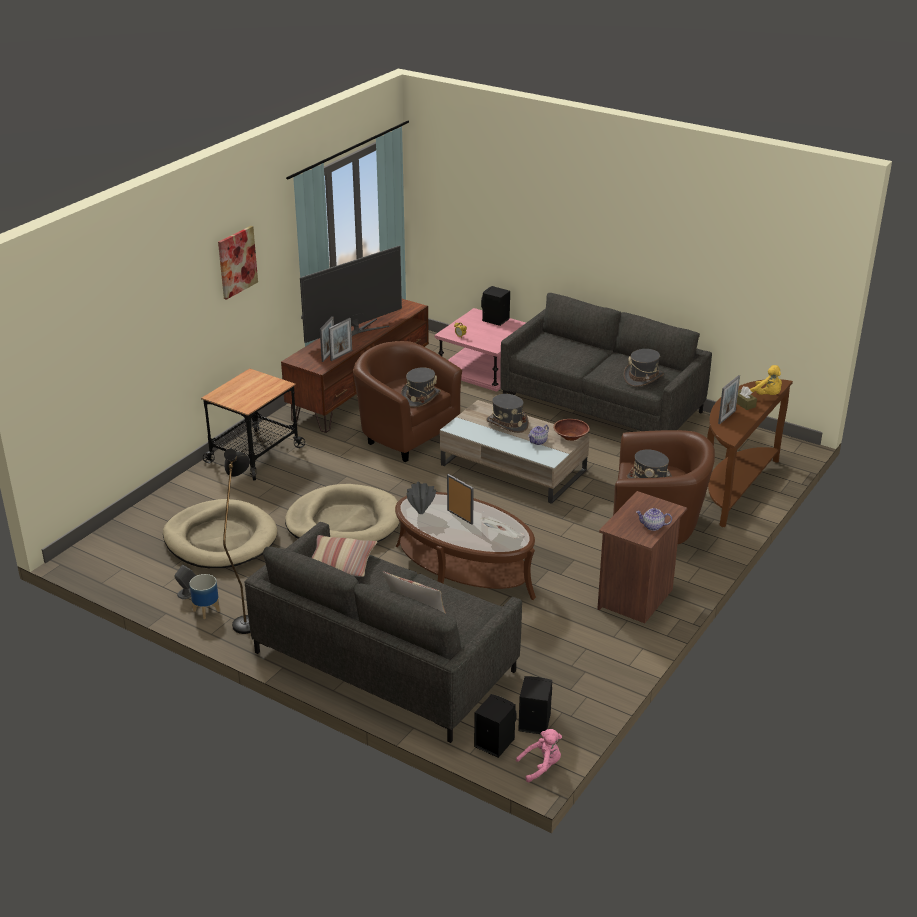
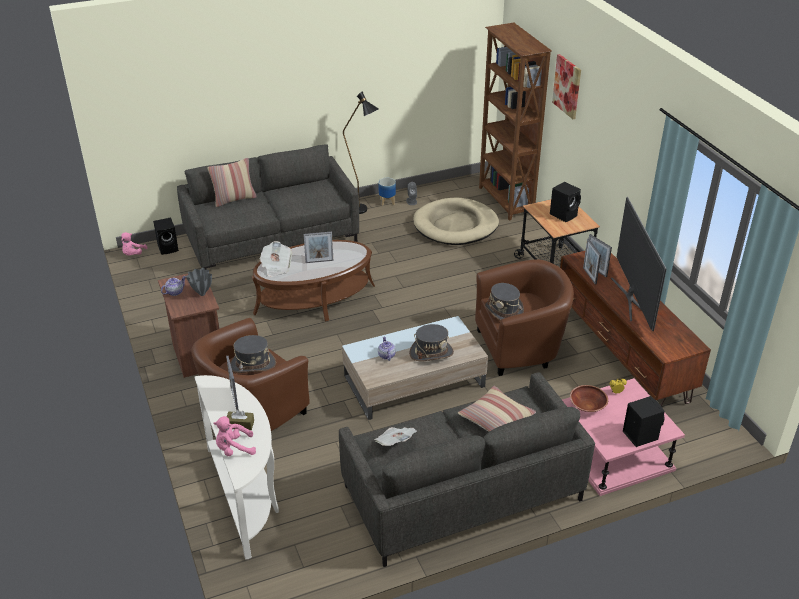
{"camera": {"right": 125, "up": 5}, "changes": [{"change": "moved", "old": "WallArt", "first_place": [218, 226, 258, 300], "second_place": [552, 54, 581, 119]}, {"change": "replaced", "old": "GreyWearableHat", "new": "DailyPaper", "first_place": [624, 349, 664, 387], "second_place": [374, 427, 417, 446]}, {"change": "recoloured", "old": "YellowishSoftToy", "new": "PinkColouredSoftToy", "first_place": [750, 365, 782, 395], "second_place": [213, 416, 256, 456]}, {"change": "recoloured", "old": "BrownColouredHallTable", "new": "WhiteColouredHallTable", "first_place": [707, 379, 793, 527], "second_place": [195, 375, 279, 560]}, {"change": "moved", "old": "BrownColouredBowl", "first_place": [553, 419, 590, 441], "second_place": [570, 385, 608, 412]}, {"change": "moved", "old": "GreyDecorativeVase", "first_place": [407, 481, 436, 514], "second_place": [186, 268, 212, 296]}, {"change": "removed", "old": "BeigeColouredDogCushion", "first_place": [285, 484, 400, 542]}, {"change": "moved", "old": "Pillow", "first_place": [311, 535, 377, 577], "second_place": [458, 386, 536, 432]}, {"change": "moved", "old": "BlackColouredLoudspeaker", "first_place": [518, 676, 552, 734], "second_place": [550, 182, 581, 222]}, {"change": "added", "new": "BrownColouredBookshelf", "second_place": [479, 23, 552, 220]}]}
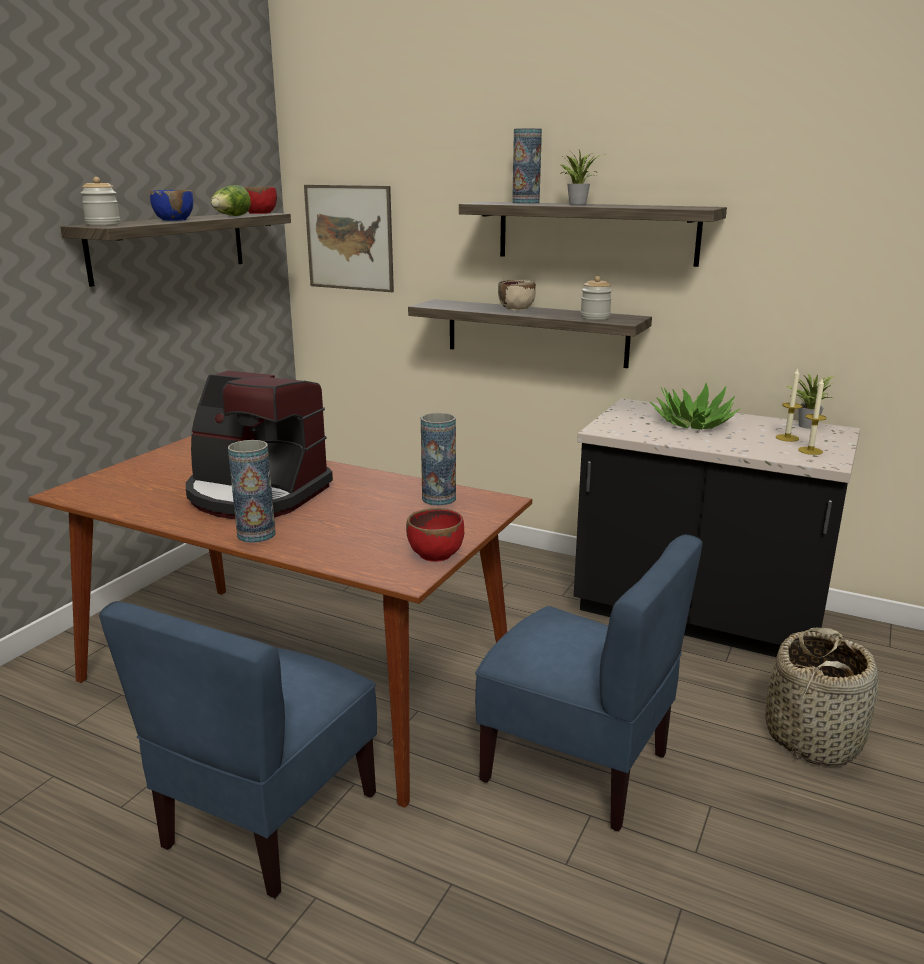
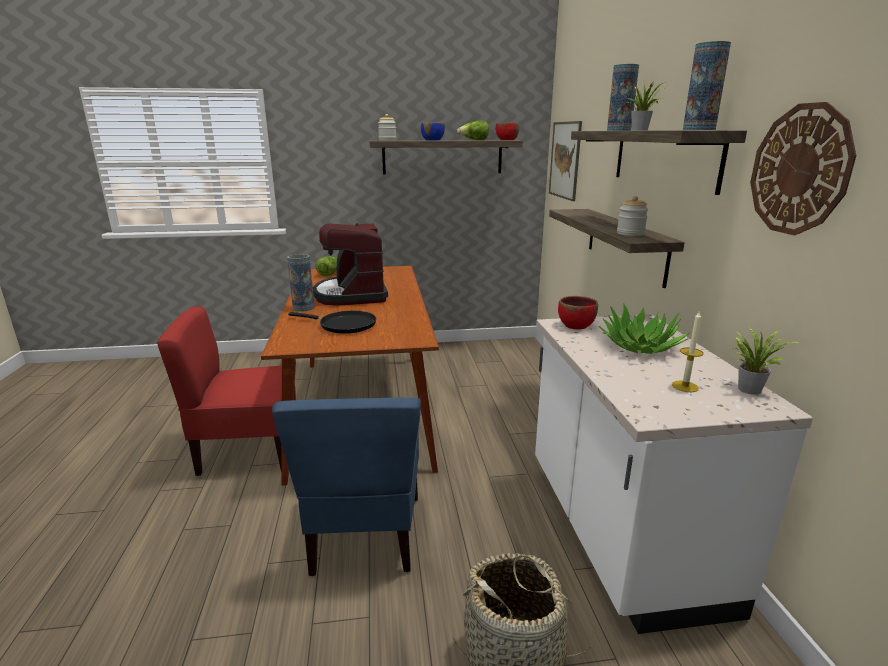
{"camera": {"right": 55, "up": 0}, "changes": [{"change": "removed", "old": "BeigeColouredBowl", "first_place": [498, 280, 536, 311]}, {"change": "removed", "old": "Candle", "first_place": [798, 377, 827, 455]}, {"change": "recoloured", "old": "BlackColouredCounter", "new": "WhiteColouredCounter", "first_place": [574, 399, 860, 657], "second_place": [535, 314, 813, 634]}, {"change": "moved", "old": "DecorativeVase", "first_place": [421, 413, 456, 506], "second_place": [683, 41, 731, 130]}, {"change": "moved", "old": "RedBowl", "first_place": [406, 508, 464, 562], "second_place": [558, 296, 598, 330]}, {"change": "recoloured", "old": "BlueColouredPlainChair", "new": "RedPlainChair", "first_place": [99, 601, 377, 898], "second_place": [157, 306, 296, 476]}, {"change": "added", "new": "WallClock", "second_place": [750, 102, 856, 235]}, {"change": "added", "new": "LettuceHead", "second_place": [315, 256, 337, 276]}, {"change": "added", "new": "BlackColouredFryingPan", "second_place": [289, 311, 376, 334]}]}
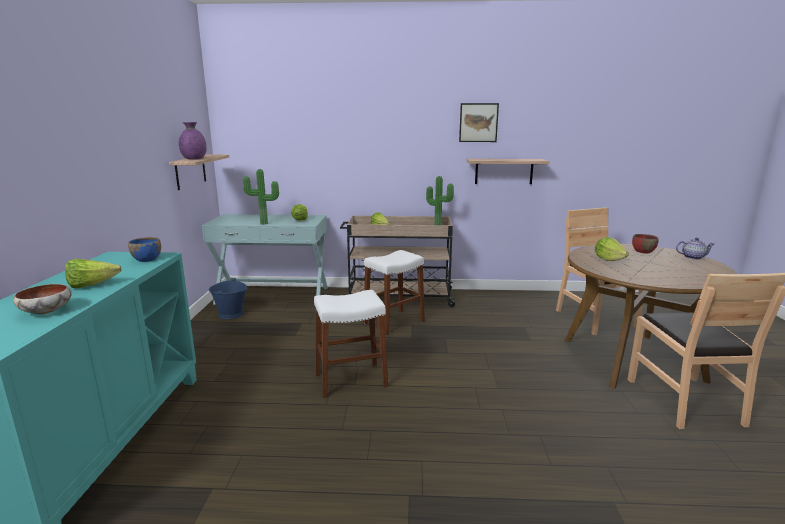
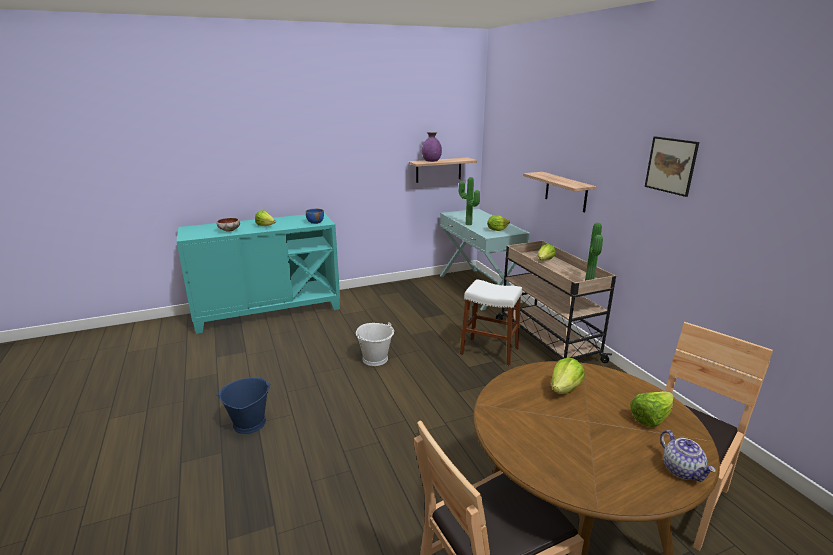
{"camera": {"right": 65, "up": 5}, "changes": [{"change": "moved", "old": "WallShelf", "first_place": [467, 159, 549, 184], "second_place": [523, 172, 596, 212]}, {"change": "replaced", "old": "RedBowl", "new": "LettuceHead", "first_place": [632, 234, 658, 253], "second_place": [630, 391, 673, 427]}, {"change": "moved", "old": "BlueColouredBucket", "first_place": [209, 278, 247, 319], "second_place": [217, 378, 271, 434]}, {"change": "replaced", "old": "WhiteColouredStool", "new": "WhiteColouredBucket", "first_place": [314, 290, 388, 398], "second_place": [356, 322, 394, 366]}]}
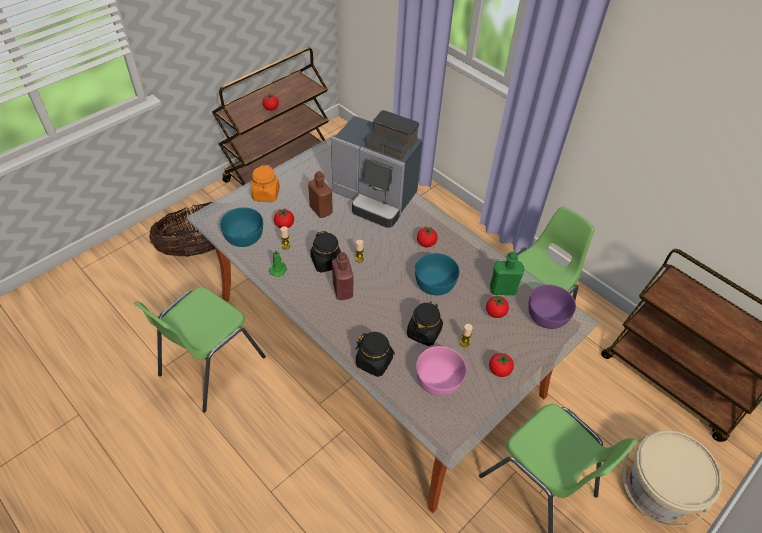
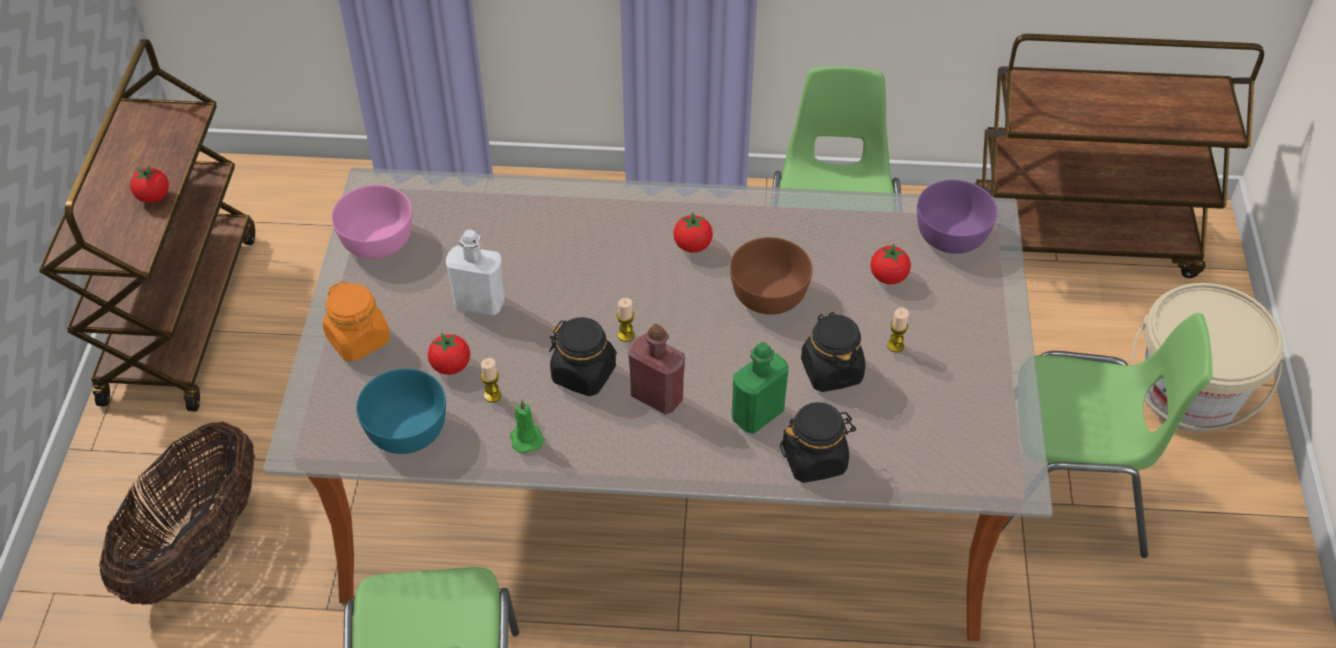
{"camera": {"right": -40, "up": 0}, "changes": [{"change": "removed", "old": "CoffeeMaker", "first_place": [331, 110, 423, 228]}, {"change": "recoloured", "old": "BrownColouredBeverageBottle", "new": "WhiteColouredBeverageBottle", "first_place": [308, 171, 333, 218], "second_place": [446, 230, 505, 316]}, {"change": "moved", "old": "GreenColouredBeverageBottle", "first_place": [490, 252, 524, 295], "second_place": [732, 342, 788, 434]}, {"change": "recoloured", "old": "TurquoiseColouredBowl", "new": "BrownColouredBowl", "first_place": [415, 253, 460, 295], "second_place": [730, 237, 812, 315]}, {"change": "moved", "old": "PinkColouredBowl", "first_place": [416, 346, 467, 396], "second_place": [331, 185, 412, 259]}, {"change": "removed", "old": "FreshTomato", "first_place": [489, 353, 514, 377]}]}
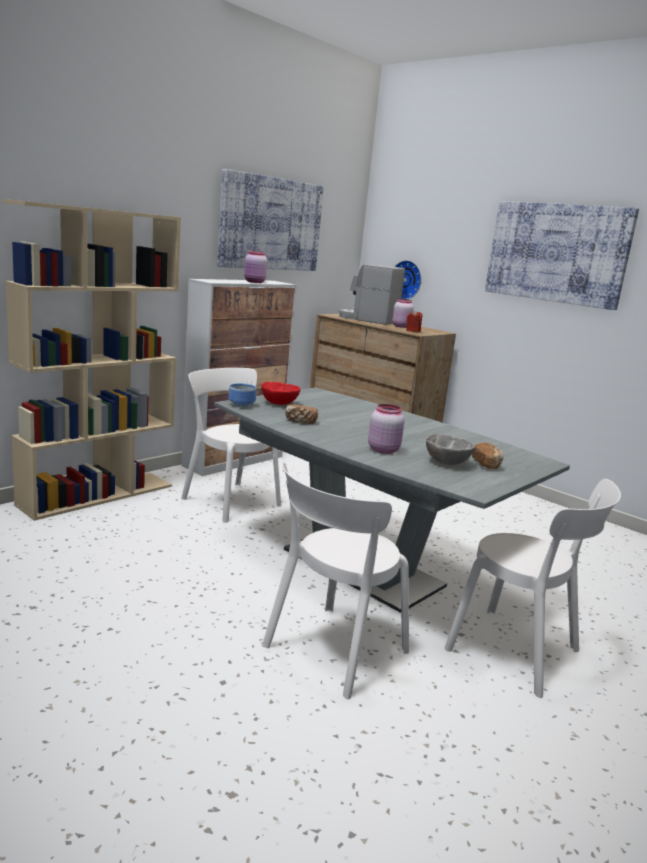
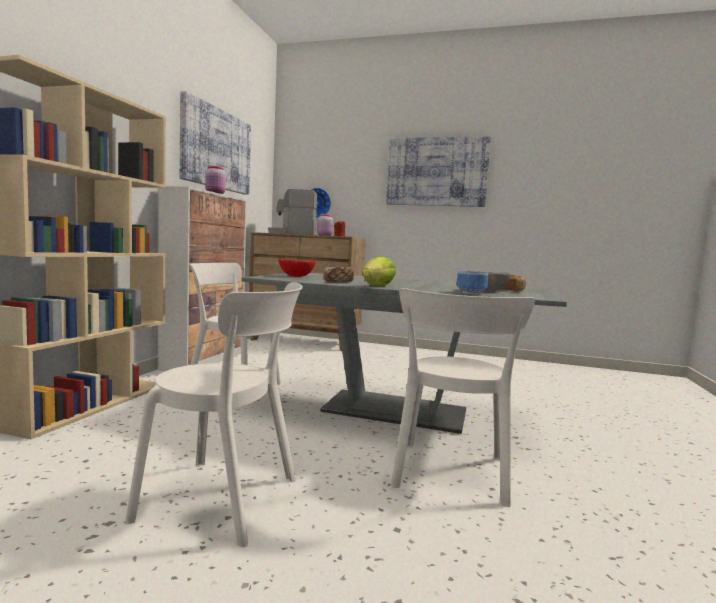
{"camera": {"right": -25, "up": -10}, "changes": [{"change": "moved", "old": "Bowl", "first_place": [228, 383, 256, 407], "second_place": [456, 271, 488, 294]}, {"change": "removed", "old": "PinkColouredStorageJar", "first_place": [368, 404, 405, 454]}, {"change": "moved", "old": "WhiteColouredPlainChair", "first_place": [445, 479, 621, 698], "second_place": [125, 282, 303, 547]}, {"change": "added", "new": "LettuceHead", "second_place": [362, 256, 396, 286]}]}
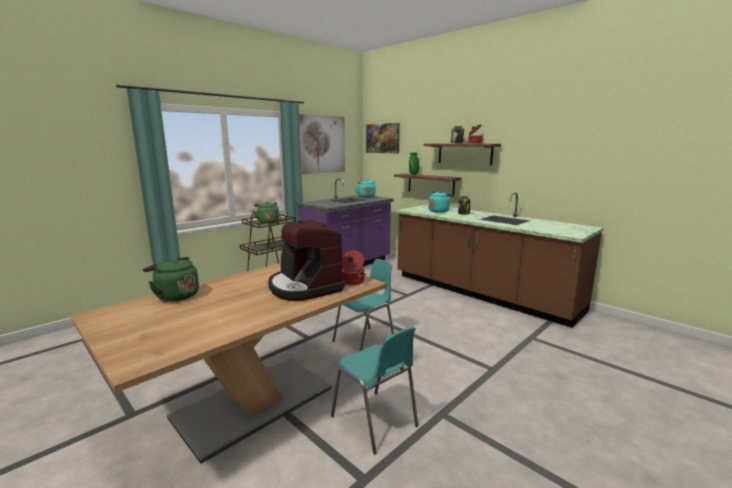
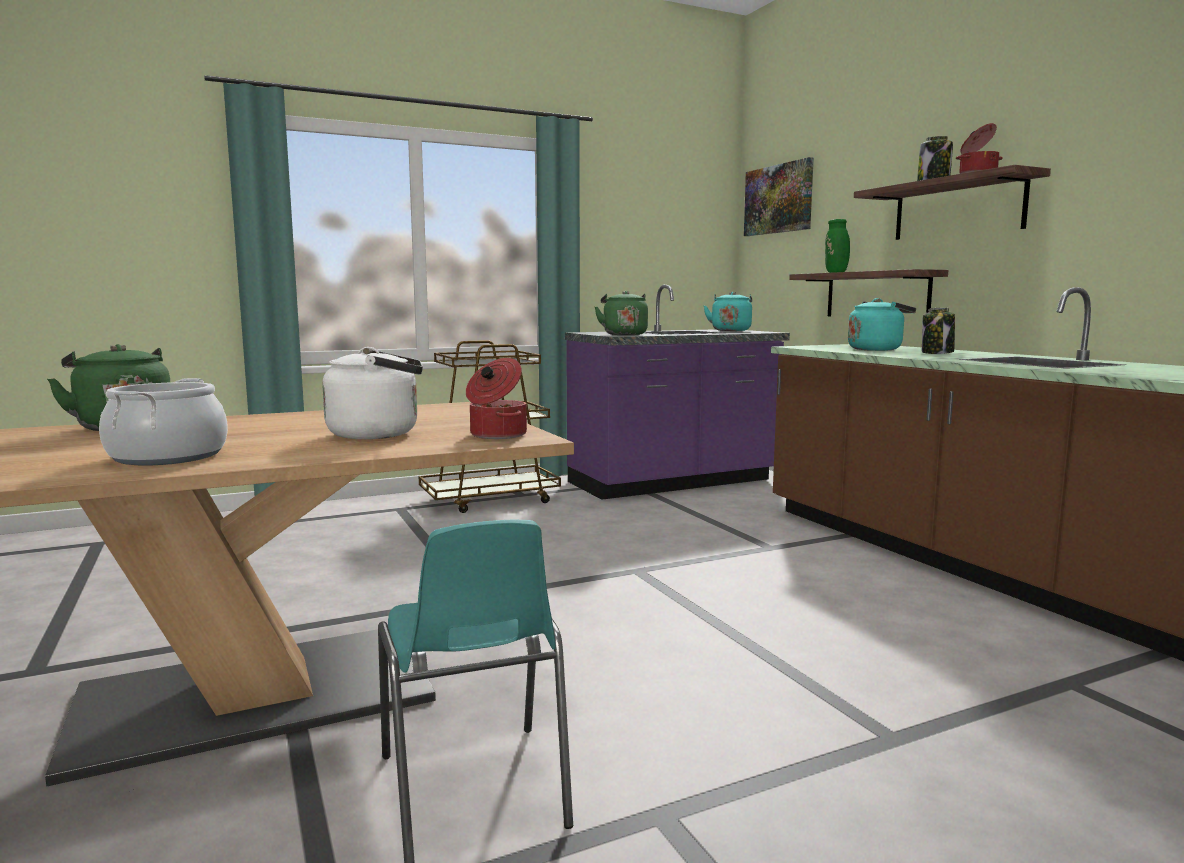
{"camera": {"right": 20, "up": -5}, "changes": [{"change": "removed", "old": "WallArt", "first_place": [299, 114, 345, 174]}, {"change": "moved", "old": "GreenColouredWaterKettle", "first_place": [252, 202, 279, 223], "second_place": [595, 291, 648, 335]}, {"change": "replaced", "old": "CoffeeMaker", "new": "WhiteColouredWaterKettle", "first_place": [268, 220, 345, 301], "second_place": [322, 347, 423, 439]}, {"change": "removed", "old": "TurquoiseColouredPlainChair", "first_place": [332, 259, 394, 351]}, {"change": "added", "new": "CookingPot", "second_place": [99, 378, 228, 466]}]}
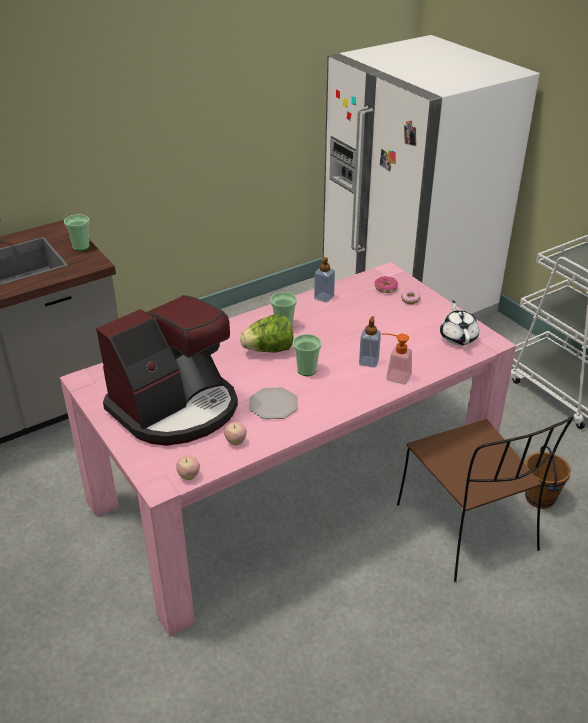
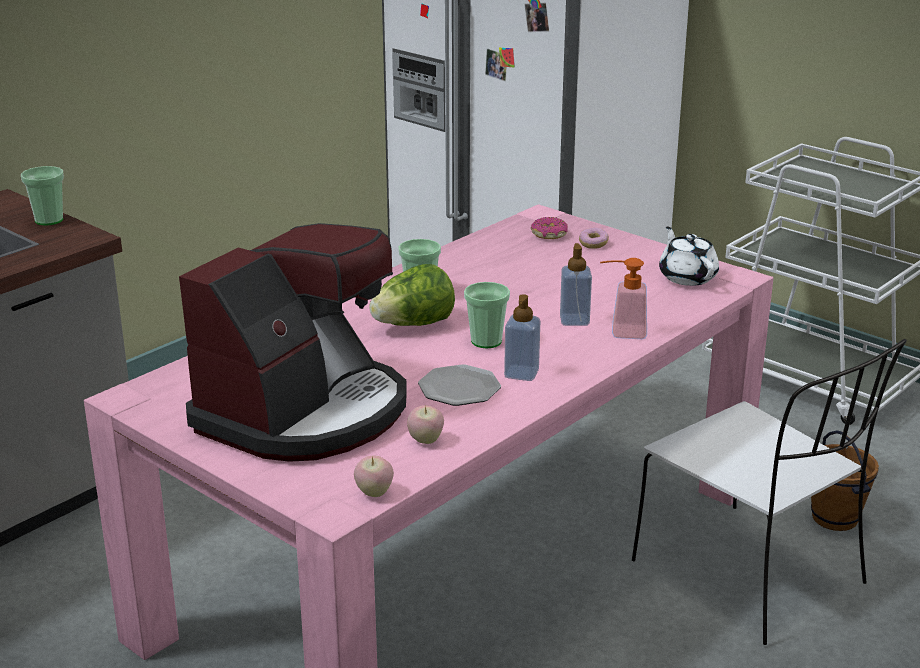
{"camera": {"right": -15, "up": -10}, "changes": [{"change": "moved", "old": "LiquidSoapBottle", "first_place": [314, 257, 335, 303], "second_place": [504, 294, 540, 381]}, {"change": "recoloured", "old": "BrownColouredPlainChair", "new": "WhiteColouredPlainChair", "first_place": [397, 417, 574, 582], "second_place": [632, 339, 907, 645]}]}
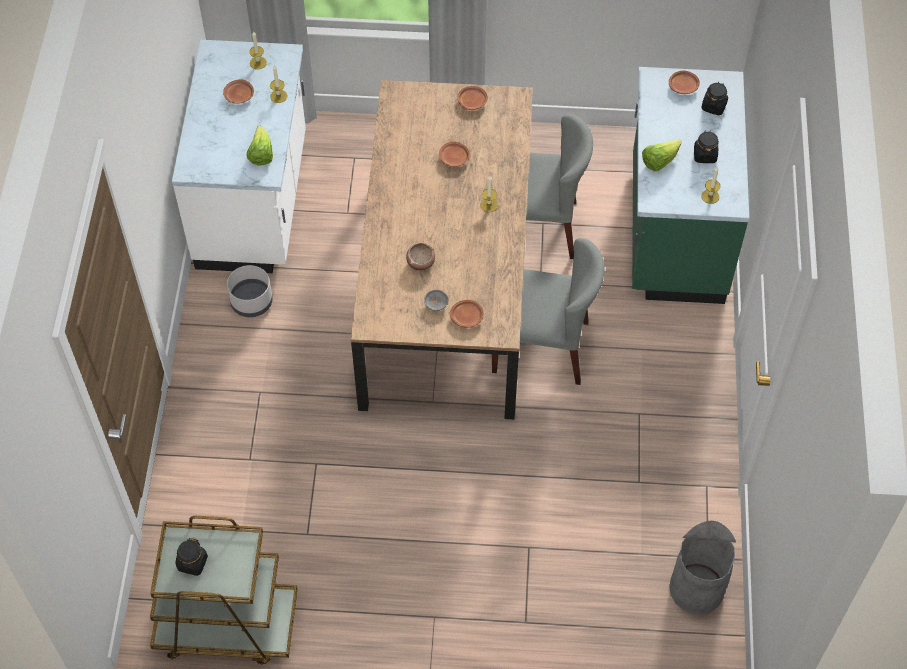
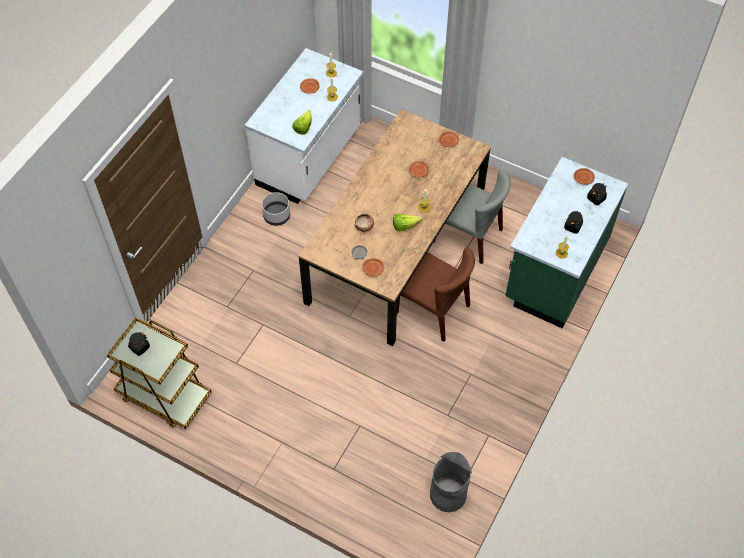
{"camera": {"right": 25, "up": 0}, "changes": [{"change": "moved", "old": "LettuceHead", "first_place": [642, 139, 681, 172], "second_place": [393, 213, 422, 231]}, {"change": "recoloured", "old": "GreyPlainChair", "new": "BrownColouredPlainChair", "first_place": [492, 238, 605, 385], "second_place": [397, 248, 475, 342]}]}
